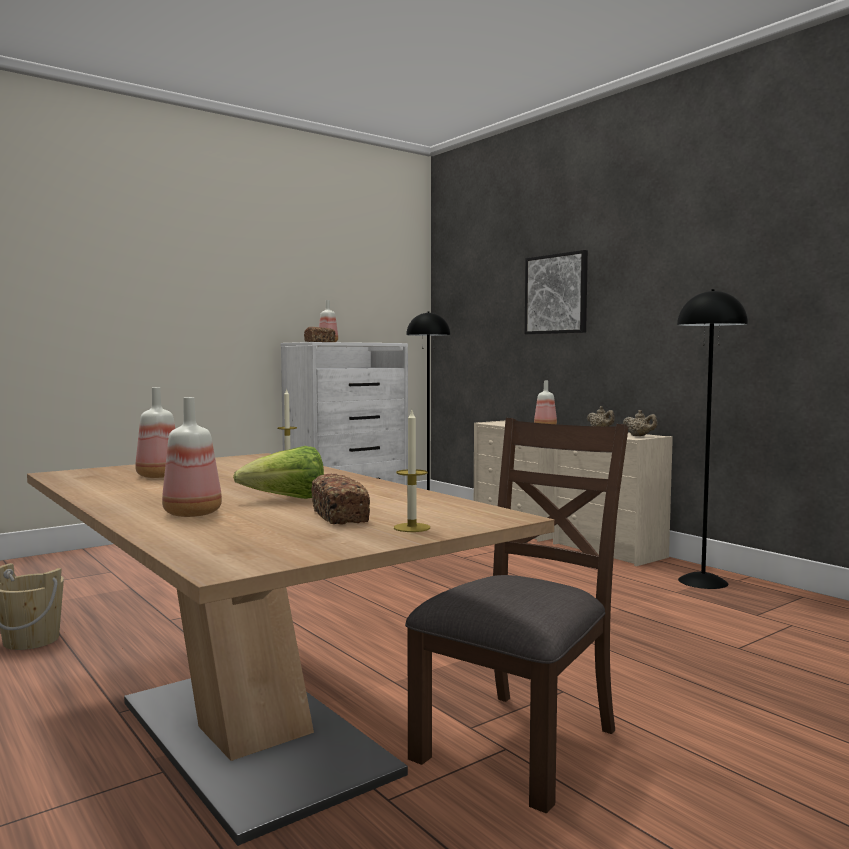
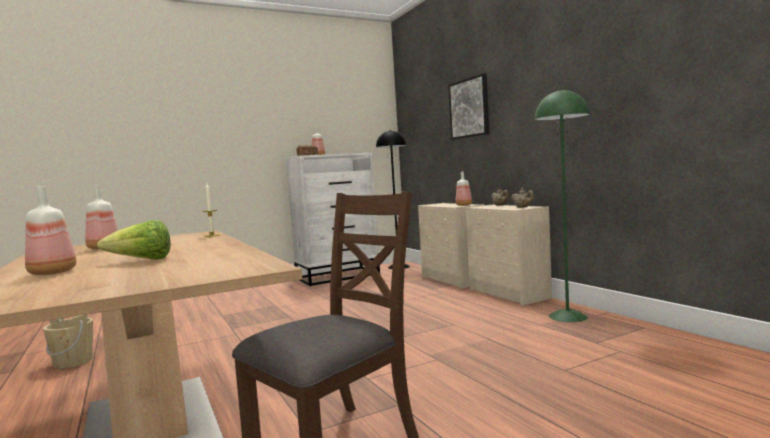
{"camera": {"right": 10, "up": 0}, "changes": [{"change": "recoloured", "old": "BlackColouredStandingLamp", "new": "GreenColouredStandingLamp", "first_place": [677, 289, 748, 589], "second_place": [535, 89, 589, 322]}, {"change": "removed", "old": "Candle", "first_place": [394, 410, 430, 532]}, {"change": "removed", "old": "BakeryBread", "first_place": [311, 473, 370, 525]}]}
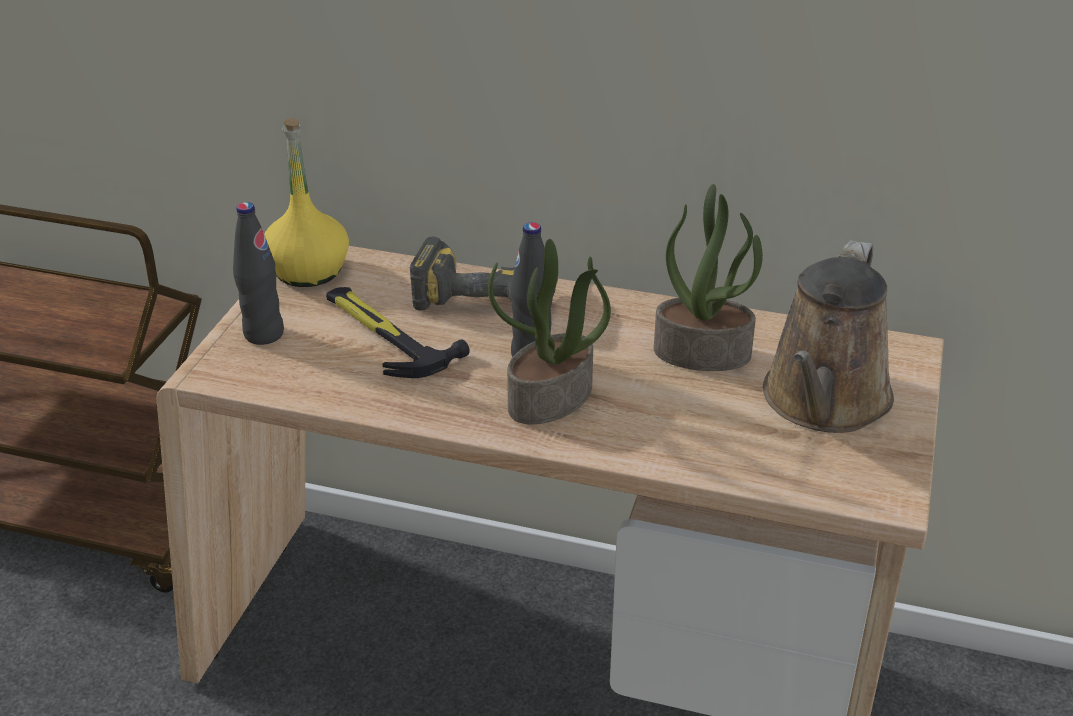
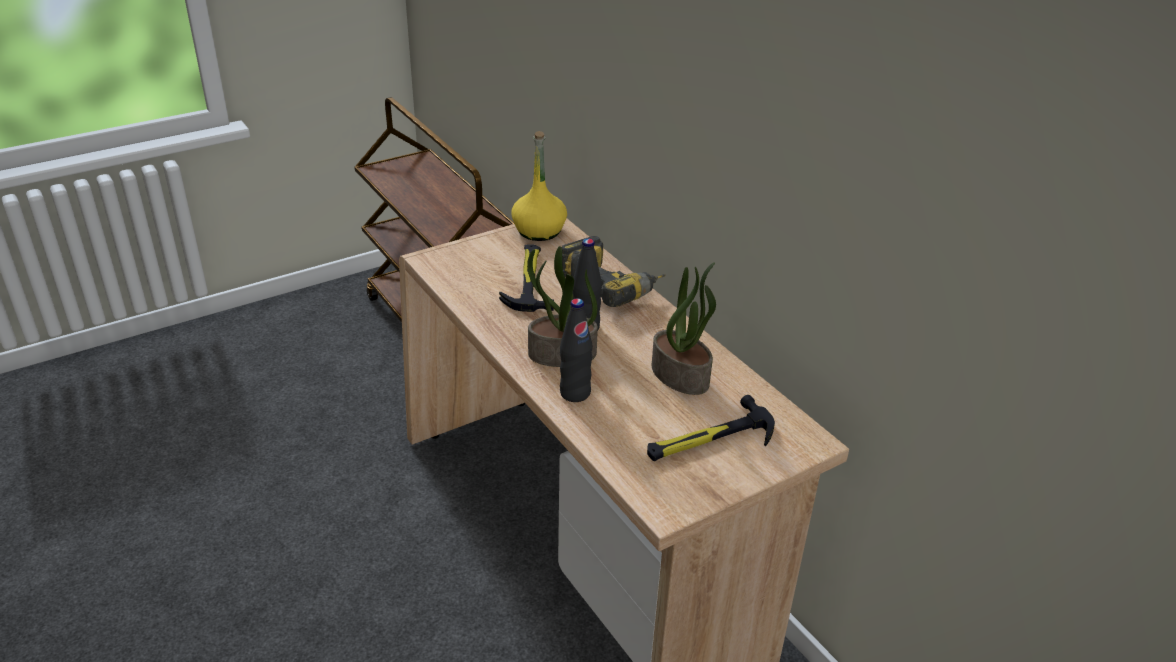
{"camera": {"right": 40, "up": 0}, "changes": [{"change": "moved", "old": "BlackColouredBeverageBottle", "first_place": [233, 202, 284, 345], "second_place": [560, 298, 593, 402]}, {"change": "replaced", "old": "BrownColouredSprinklingCan", "new": "Hammer", "first_place": [763, 240, 894, 433], "second_place": [647, 395, 775, 461]}]}
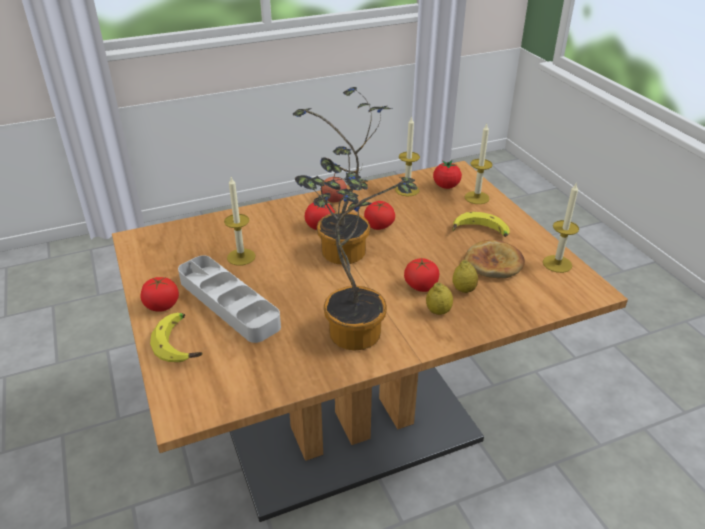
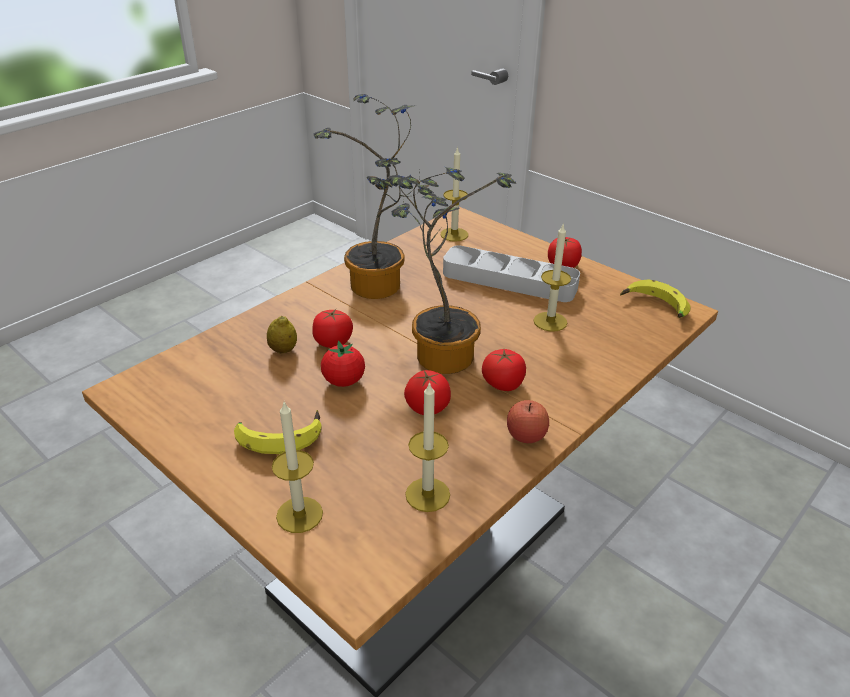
{"camera": {"right": 155, "up": 0}, "changes": [{"change": "moved", "old": "FreshTomato", "first_place": [433, 160, 462, 189], "second_place": [321, 341, 365, 387]}, {"change": "moved", "old": "Candle", "first_place": [543, 182, 579, 273], "second_place": [440, 147, 468, 242]}, {"change": "removed", "old": "BakeryBread", "first_place": [464, 240, 525, 278]}, {"change": "removed", "old": "WholeLemon", "first_place": [426, 282, 453, 315]}, {"change": "moved", "old": "Banana", "first_place": [150, 313, 202, 362], "second_place": [620, 279, 690, 318]}]}
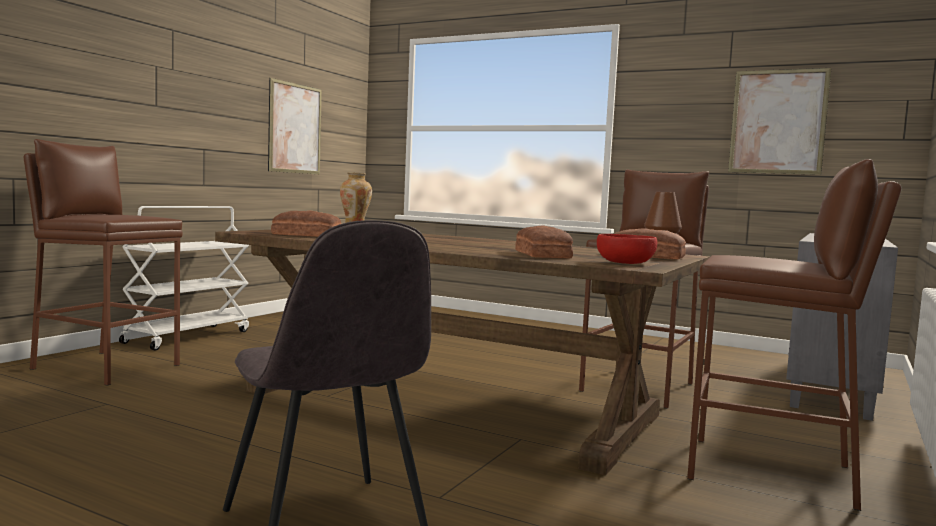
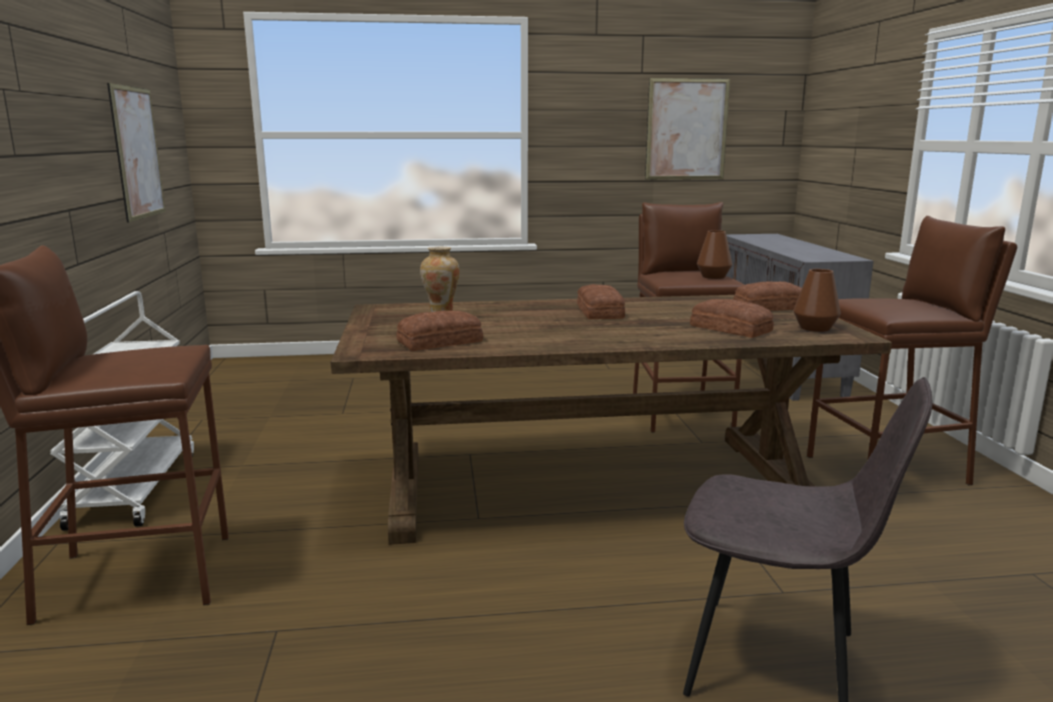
{"camera": {"right": -35, "up": 10}, "changes": [{"change": "replaced", "old": "RedBowl", "new": "BrownColouredDecorativeVase", "first_place": [597, 234, 657, 264], "second_place": [793, 269, 841, 332]}, {"change": "added", "new": "BakeryBread", "second_place": [577, 284, 625, 319]}]}
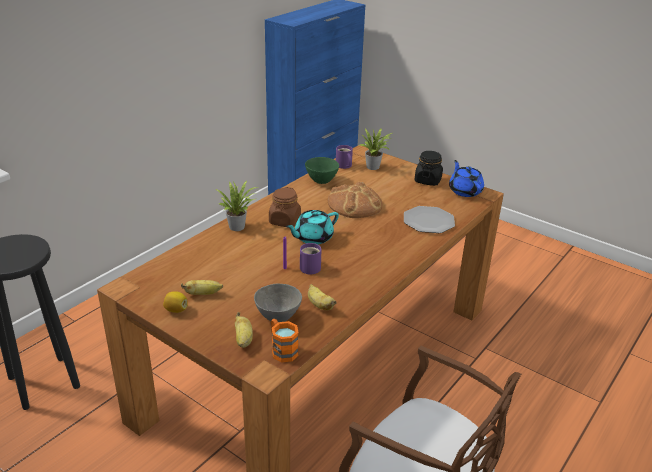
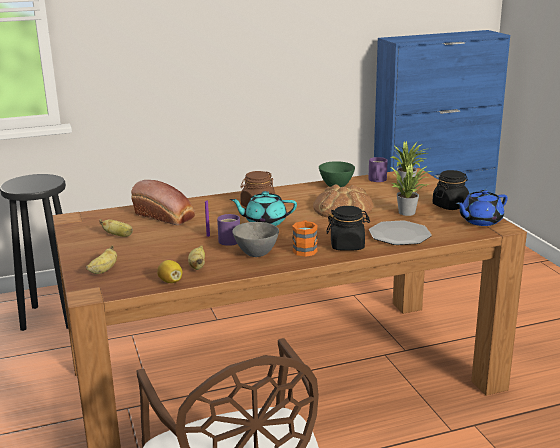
{"camera": {"right": 35, "up": -10}, "changes": [{"change": "turned", "old": "BlueColouredTeaPot", "first_place": [449, 160, 484, 197], "second_place": [456, 189, 508, 226], "degrees": -135}, {"change": "moved", "old": "PlantInAPot", "first_place": [215, 181, 258, 231], "second_place": [391, 164, 433, 216]}, {"change": "moved", "old": "GreyBowl", "first_place": [254, 284, 302, 322], "second_place": [232, 222, 279, 257]}, {"change": "moved", "old": "WholeLemon", "first_place": [163, 291, 188, 313], "second_place": [157, 260, 183, 283]}, {"change": "moved", "old": "OrangeyMug", "first_place": [271, 319, 299, 363], "second_place": [292, 220, 318, 257]}, {"change": "added", "new": "BakeryBread", "second_place": [131, 180, 195, 225]}, {"change": "added", "new": "BlackColouredStorageJar", "second_place": [326, 206, 370, 251]}]}
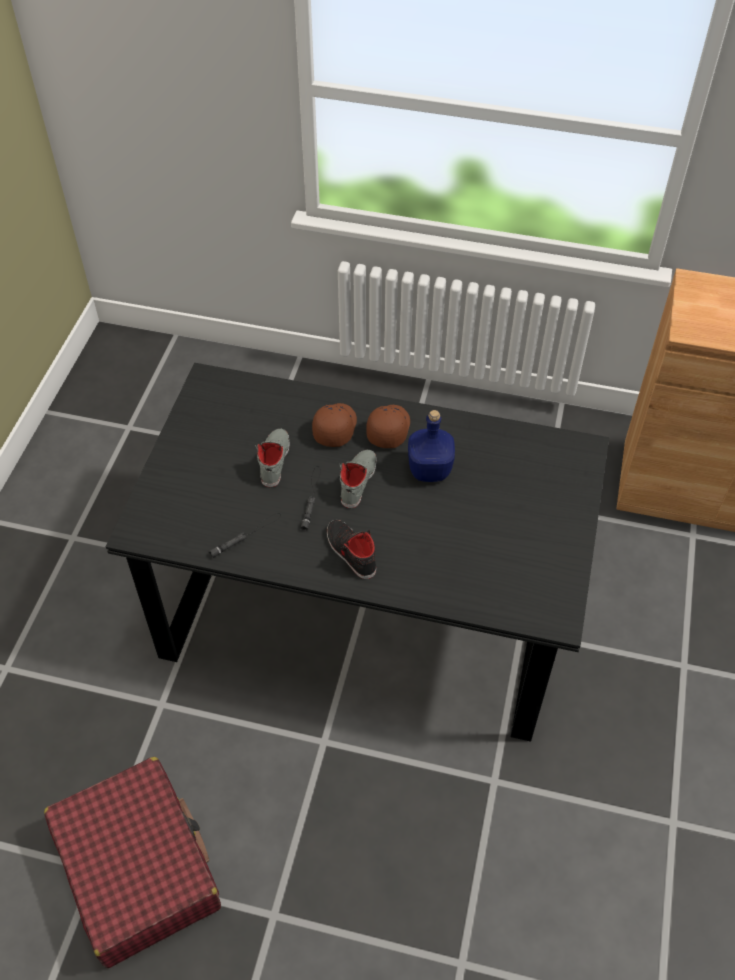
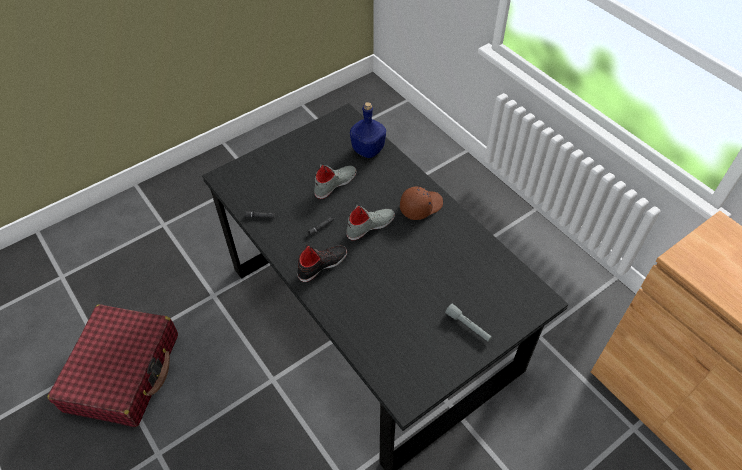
{"camera": {"right": 40, "up": 0}, "changes": [{"change": "removed", "old": "BrownColouredBaseballCap", "first_place": [312, 403, 357, 447]}, {"change": "moved", "old": "BlueColouredBeverageBottle", "first_place": [408, 410, 455, 482], "second_place": [350, 102, 386, 158]}, {"change": "turned", "old": "BlackColouredItemOfFootwear", "first_place": [327, 520, 376, 579], "second_place": [298, 245, 347, 282], "degrees": 45}, {"change": "added", "new": "GreyFlashlight", "second_place": [445, 303, 492, 342]}]}
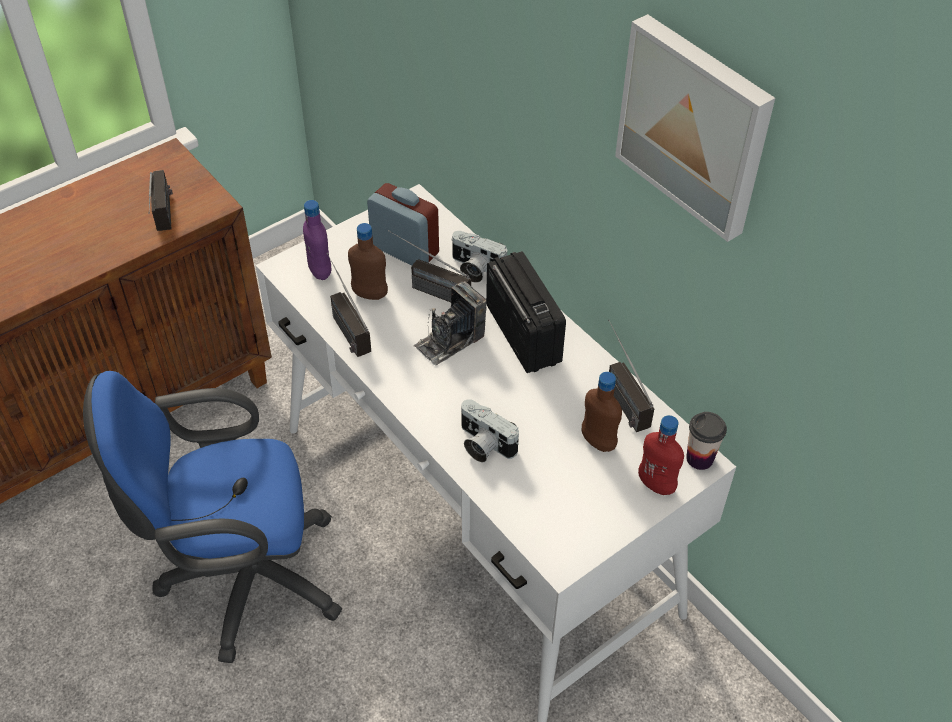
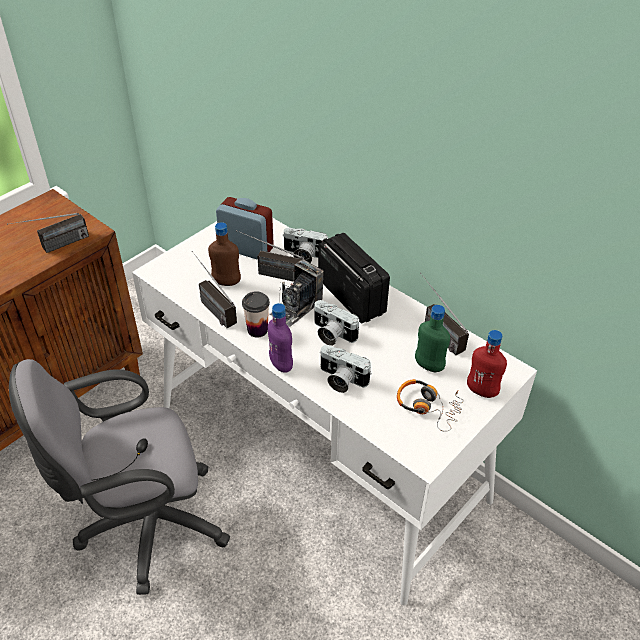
{"camera": {"right": -10, "up": -5}, "changes": [{"change": "removed", "old": "WallArt", "first_place": [615, 14, 775, 242]}, {"change": "turned", "old": "RadioSet", "first_place": [148, 170, 173, 231], "second_place": [7, 213, 89, 253], "degrees": 75}, {"change": "moved", "old": "PurpleBeverageBottle", "first_place": [303, 200, 331, 280], "second_place": [268, 303, 293, 373]}, {"change": "recoloured", "old": "BlueColouredComputerChair", "new": "GreyComputerChair", "first_place": [83, 371, 342, 663], "second_place": [9, 359, 230, 595]}, {"change": "recoloured", "old": "BrownColouredBeverageBottle", "new": "GreenColouredBeverageBottle", "first_place": [582, 372, 622, 452], "second_place": [415, 305, 450, 373]}, {"change": "moved", "old": "DrinkingCup", "first_place": [686, 412, 727, 470], "second_place": [242, 291, 270, 338]}, {"change": "added", "new": "StillCamera", "second_place": [314, 300, 359, 346]}, {"change": "added", "new": "Headset", "second_place": [397, 379, 464, 432]}]}
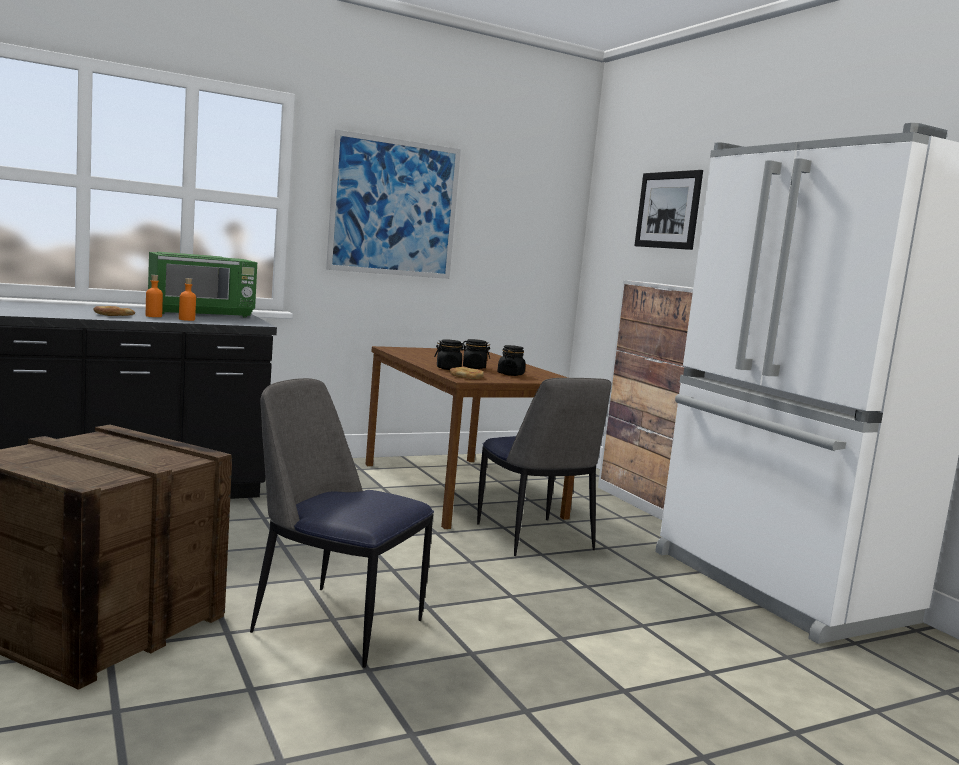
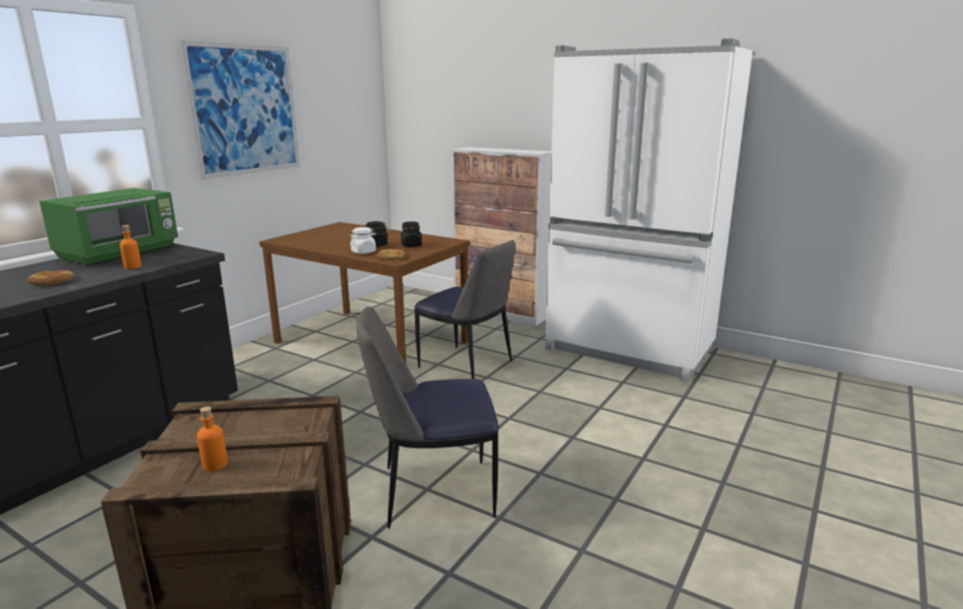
{"camera": {"right": -30, "up": 10}, "changes": [{"change": "removed", "old": "WallArt", "first_place": [634, 170, 703, 250]}, {"change": "moved", "old": "OrangeyBeverageBottle", "first_place": [146, 275, 163, 317], "second_place": [197, 406, 228, 471]}, {"change": "recoloured", "old": "BlackColouredStorageJar", "new": "WhiteColouredStorageJar", "first_place": [434, 339, 467, 370], "second_place": [350, 227, 376, 254]}]}
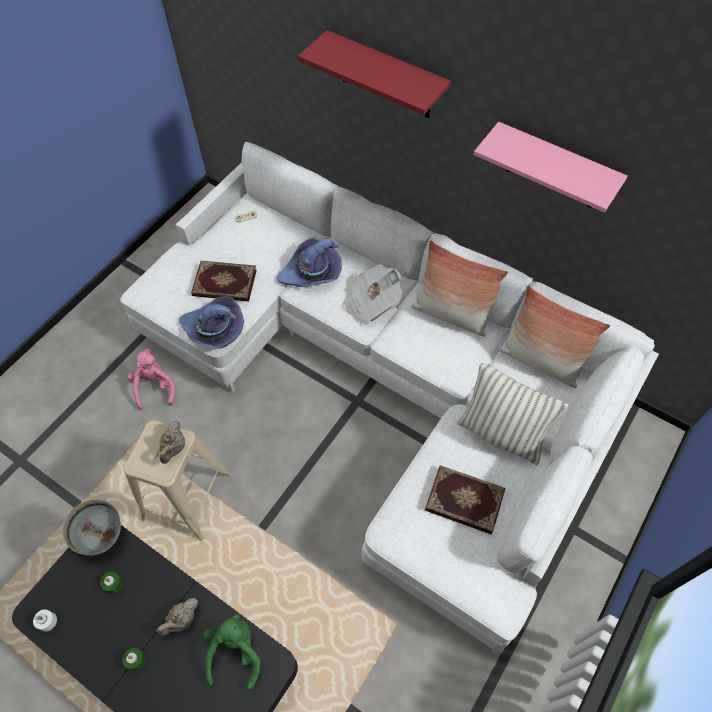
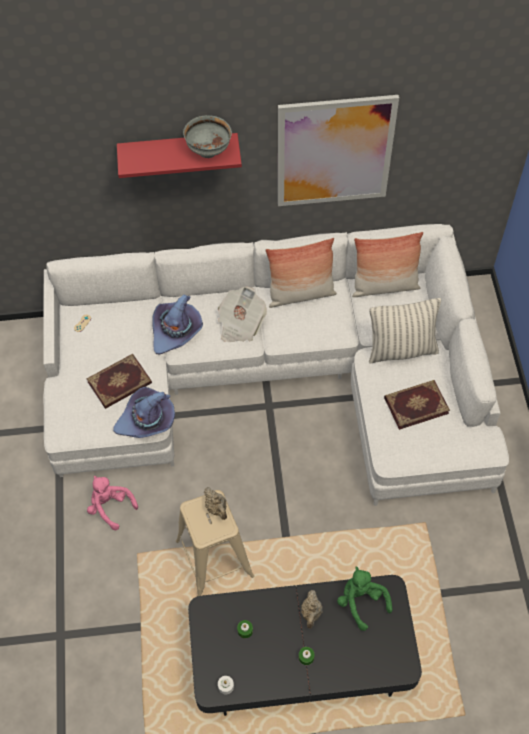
{"camera": {"right": -40, "up": 0}, "changes": [{"change": "replaced", "old": "PinkColouredWallShelf", "new": "WallArt", "first_place": [474, 122, 628, 213], "second_place": [278, 95, 399, 206]}, {"change": "moved", "old": "GreyBowl", "first_place": [63, 499, 121, 556], "second_place": [183, 115, 232, 158]}]}
